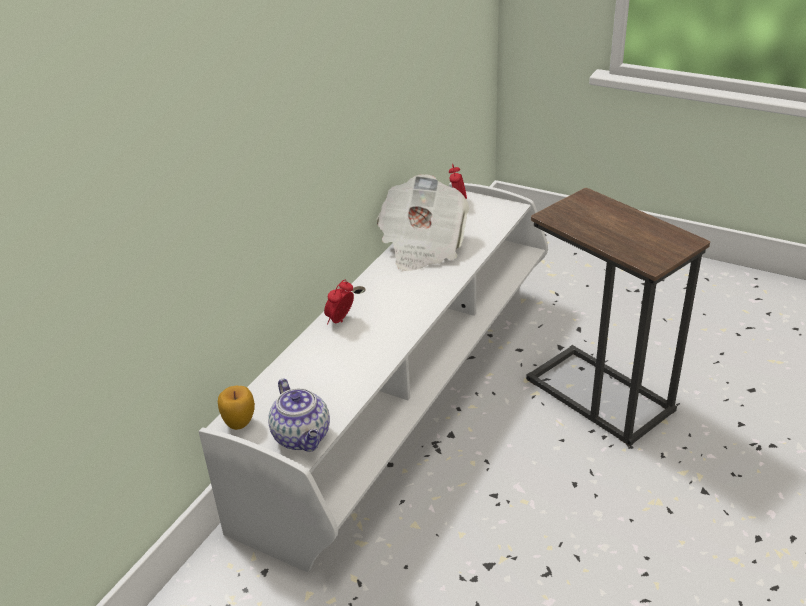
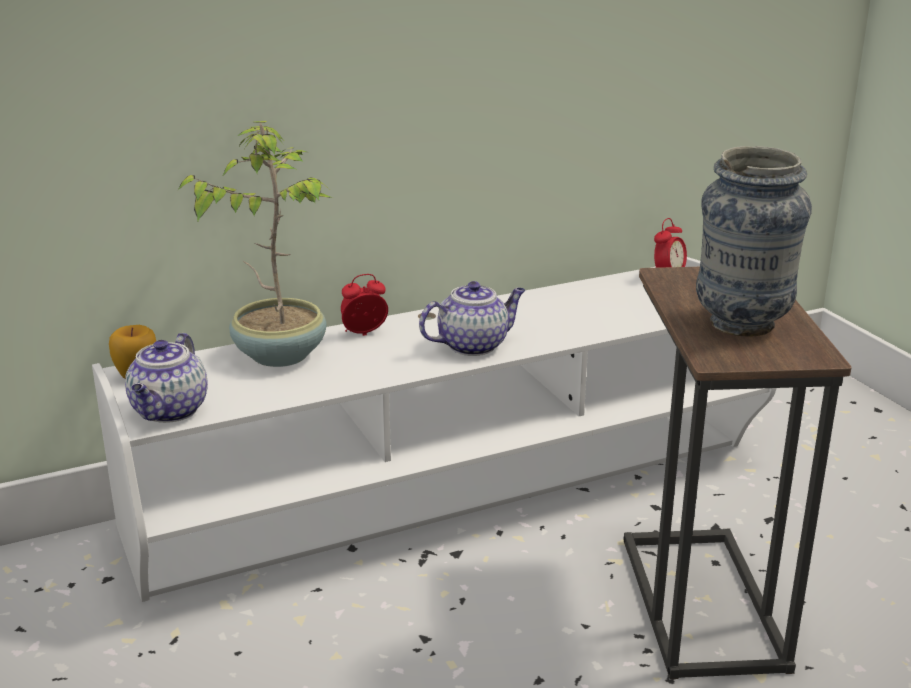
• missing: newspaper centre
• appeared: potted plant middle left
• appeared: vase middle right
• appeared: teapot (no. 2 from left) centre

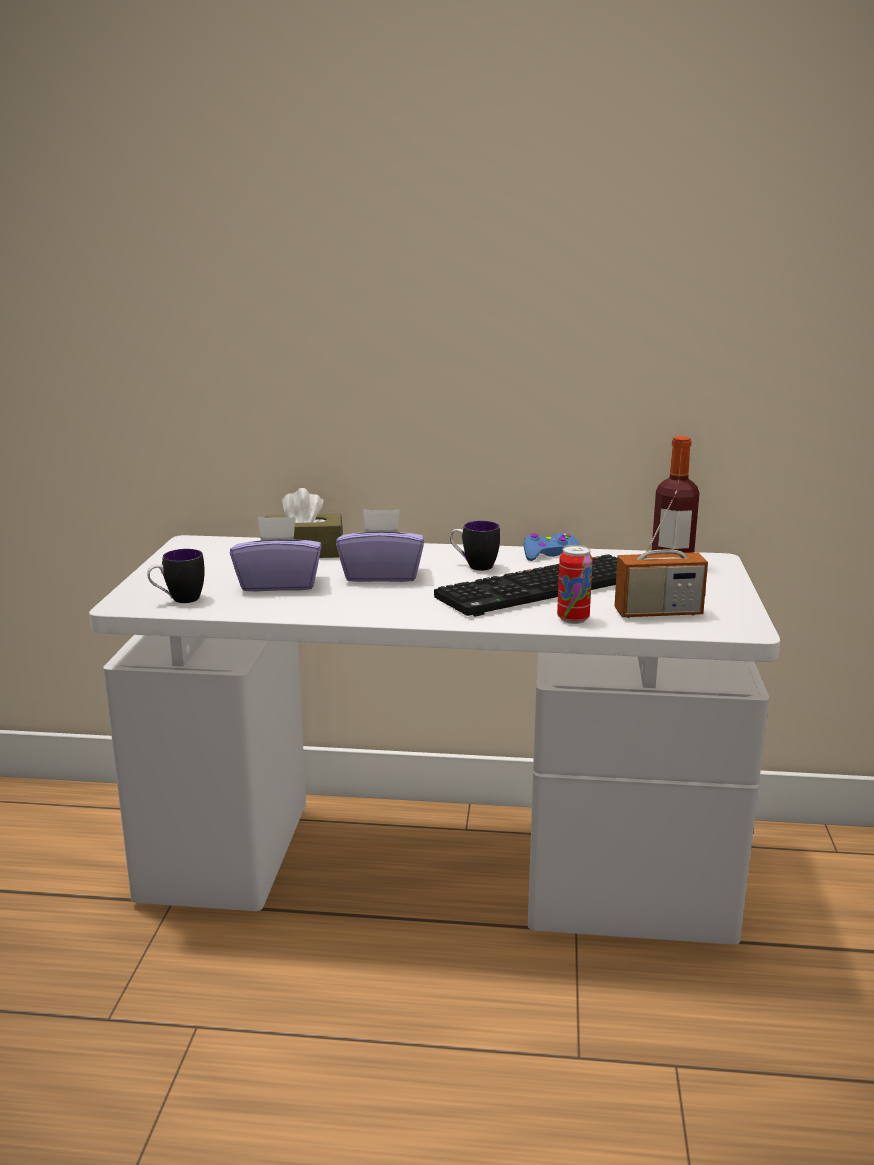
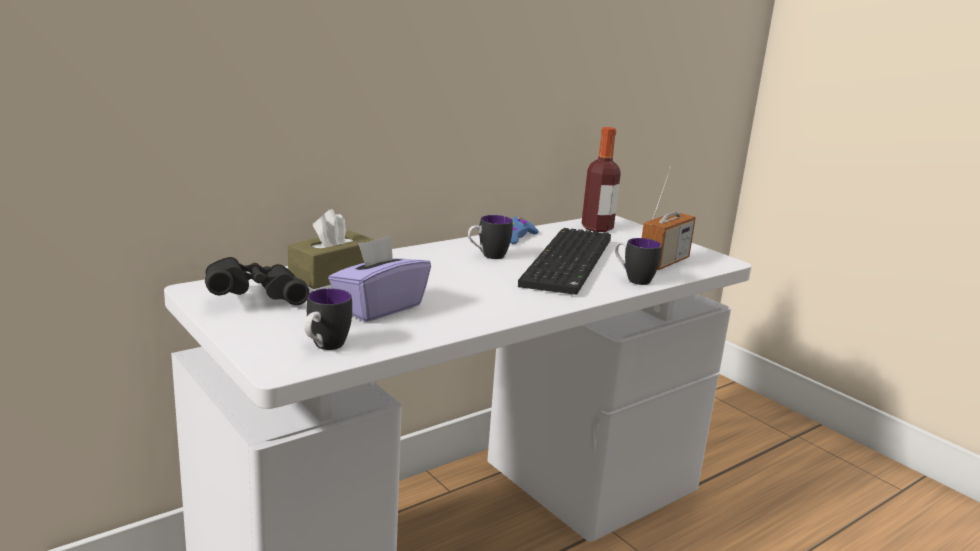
• missing: purple tissue box (no. 2 from left) centre
• exchanged: can centre to mug (no. 3 from left) centre
• appeared: black binoculars middle left

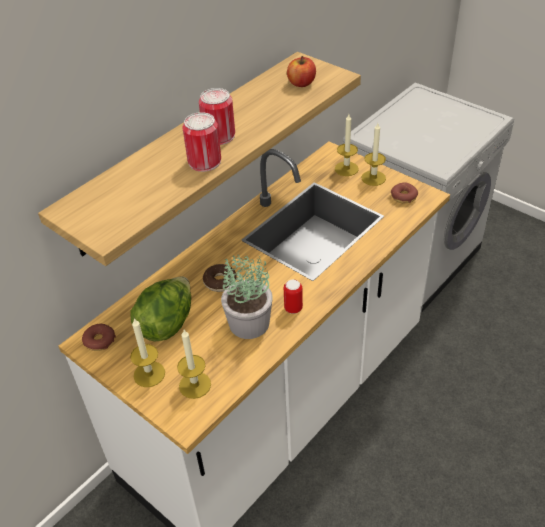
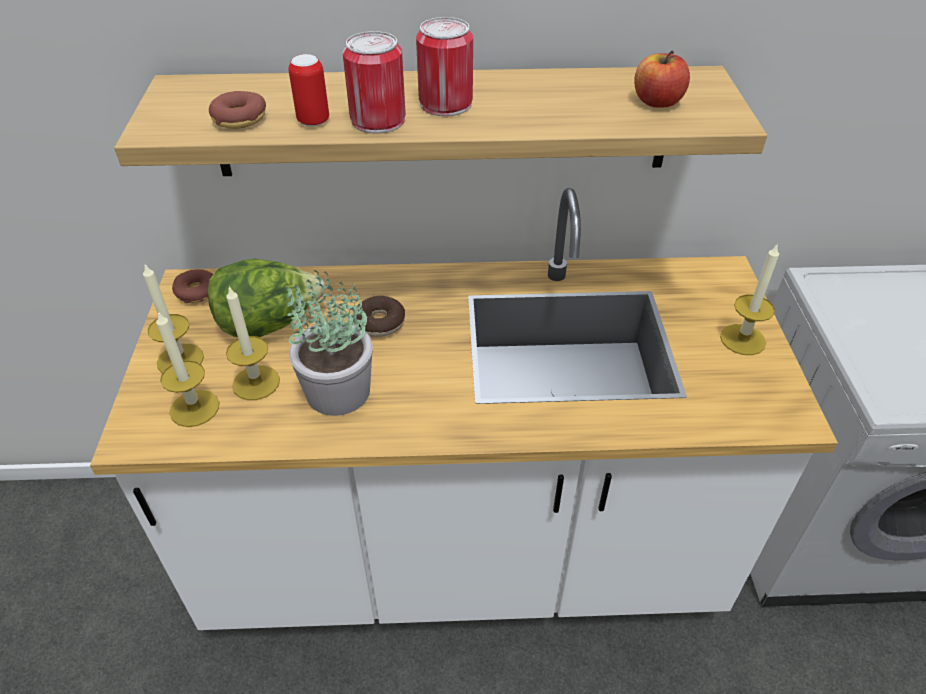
• relocated: candle (no. 3 from left) top centre to middle left
• relocated: donut (no. 3 from left in the first image) middle right to donut (no. 2 from left) top left
• relocated: can (no. 3 from left in the first image) centre to can (no. 1 from left) top left

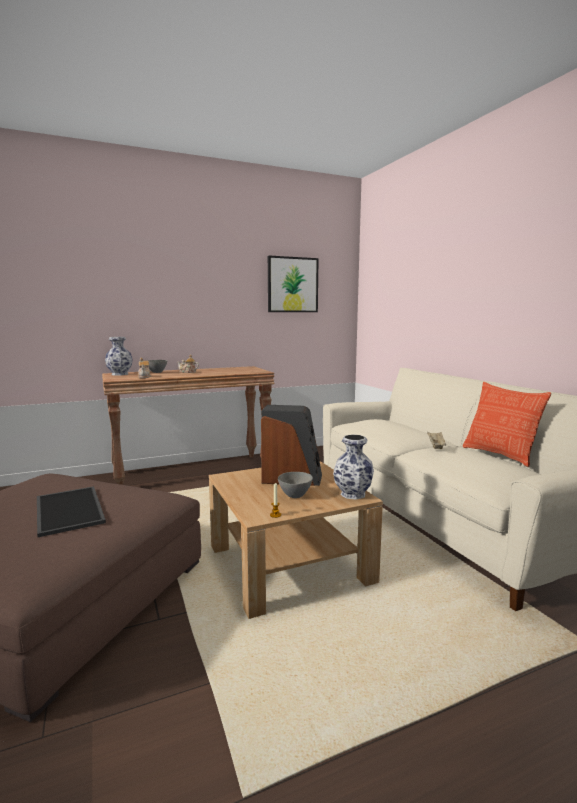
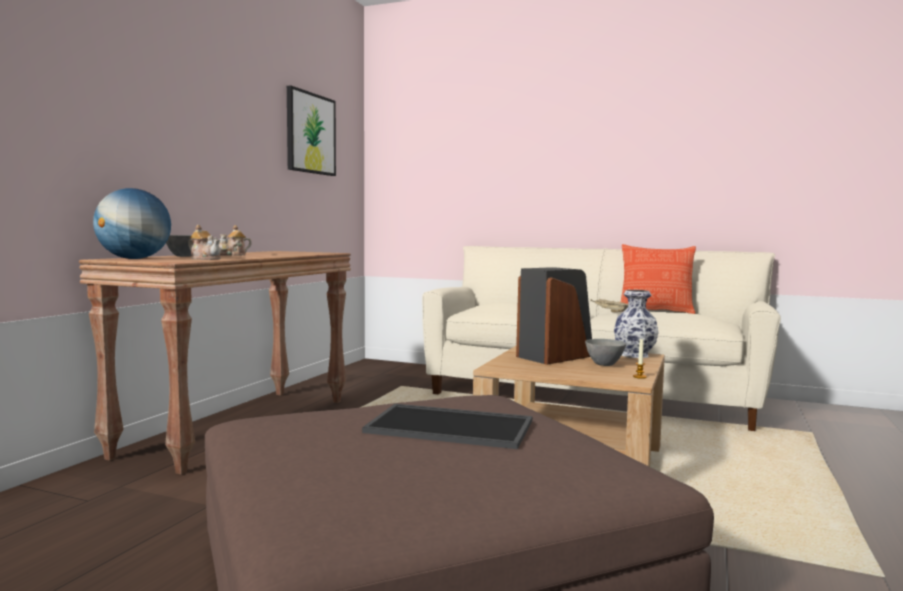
• exchanged: vase (no. 1 from left) middle left to globe middle left

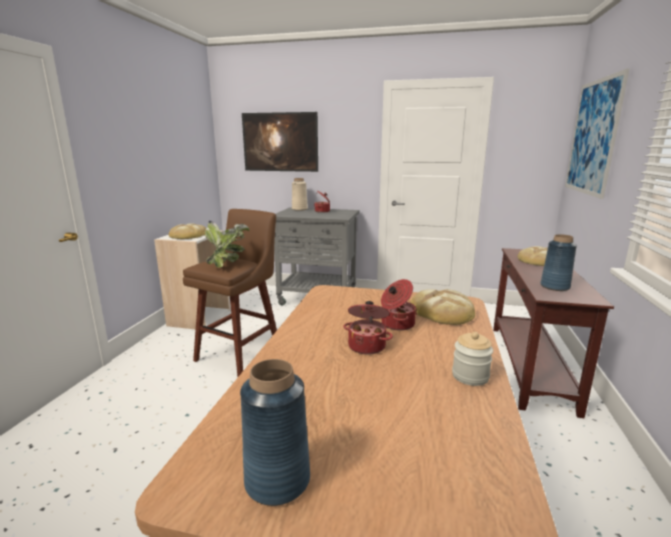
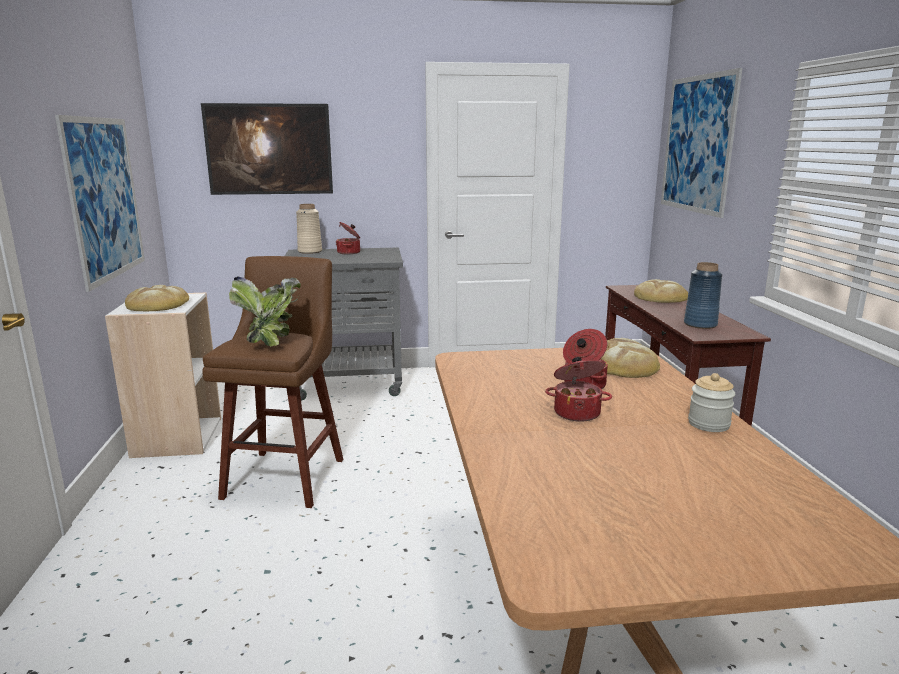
• missing: blue vase (no. 1 from left) bottom centre
• appeared: picture (no. 1 from left) top left

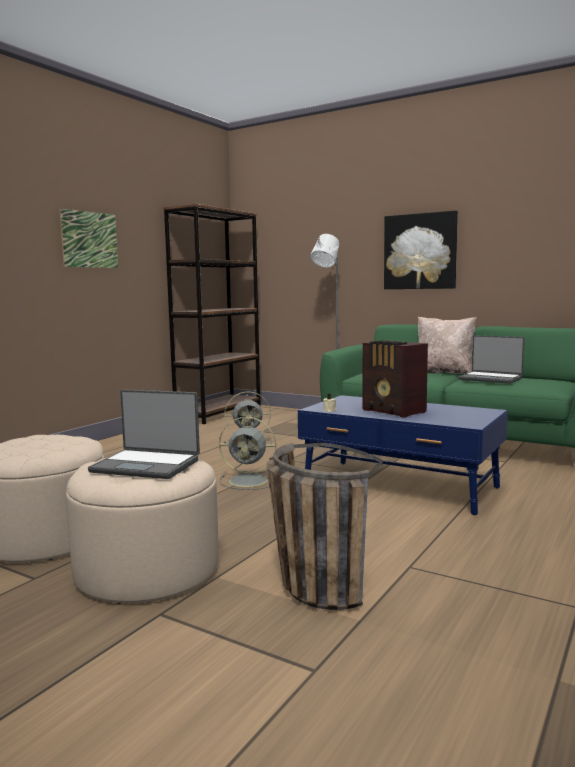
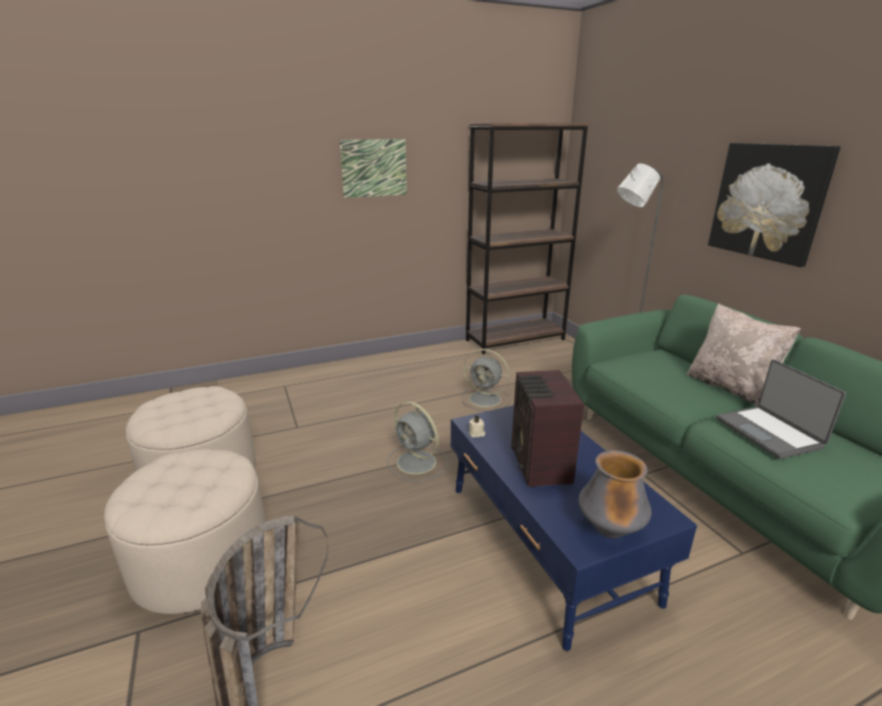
• missing: laptop (no. 1 from left) middle left
• appeared: vase bottom right

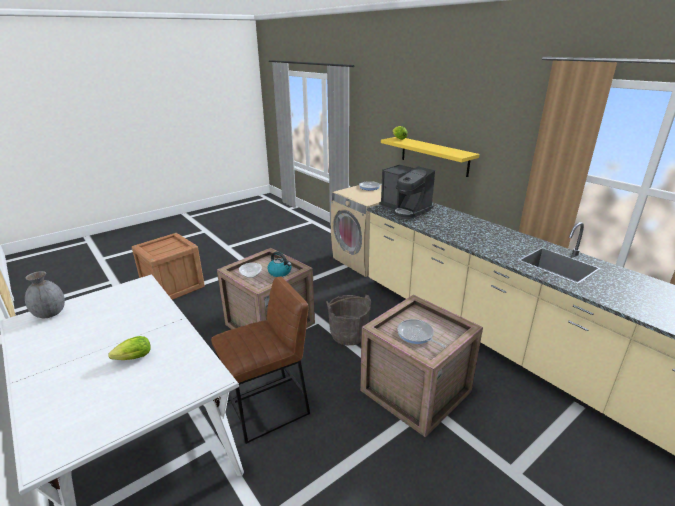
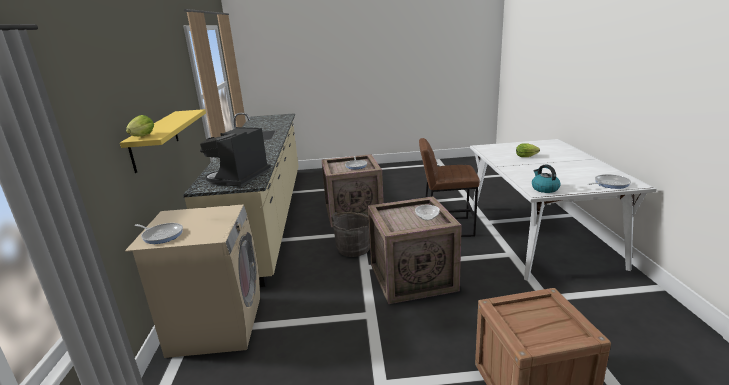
• spun: coffee machine centre = middle left 150 degrees counterclockwise
• relocated: kettle centre to middle right
• exchanged: grey vase middle left to frying pan (no. 3 from left) middle right

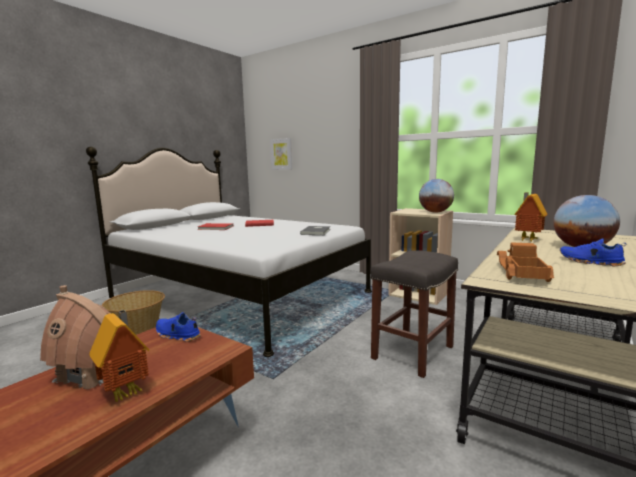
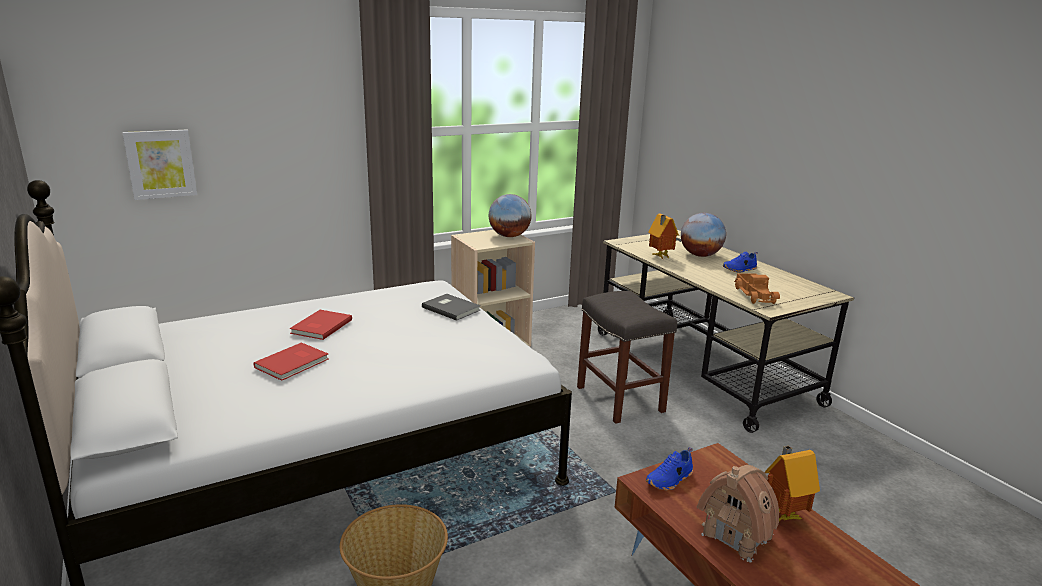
• spun: toy truck middle right = middle right 135 degrees counterclockwise

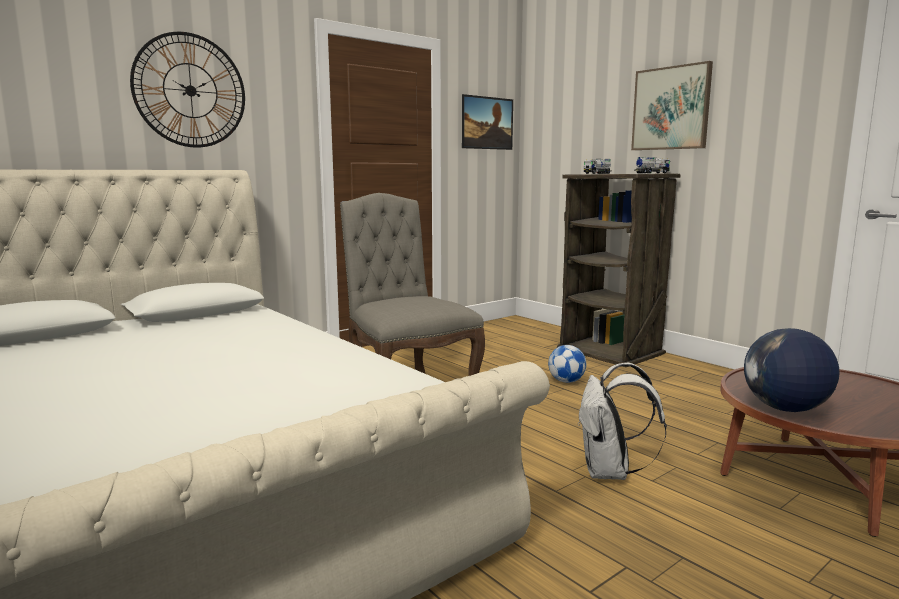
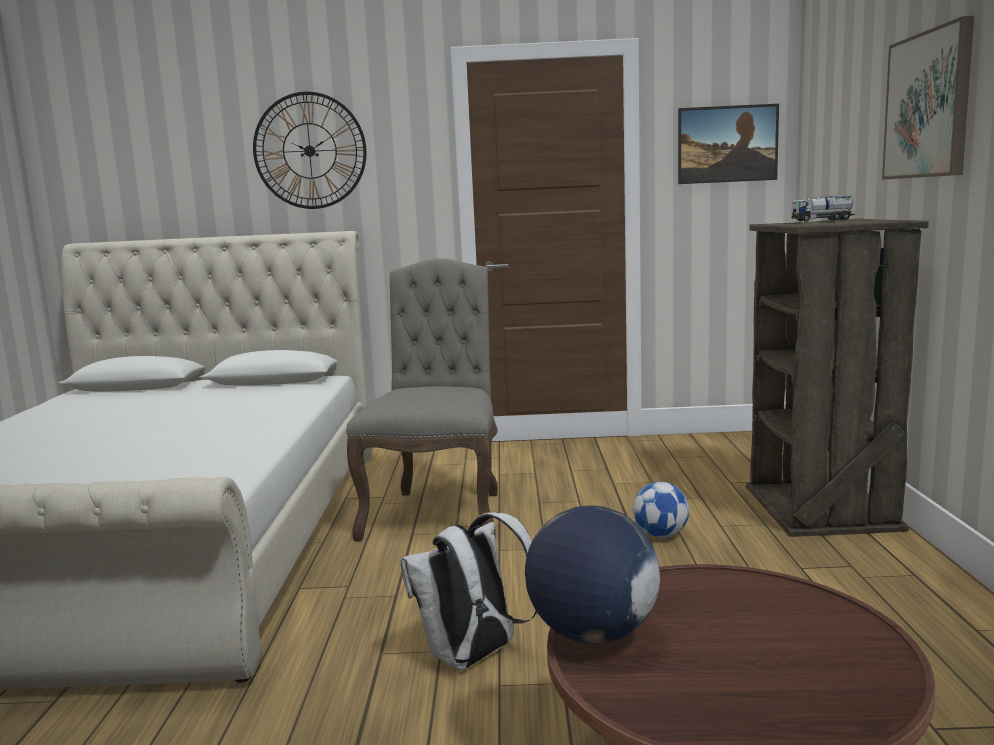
• missing: toy truck (no. 2 from left) top right

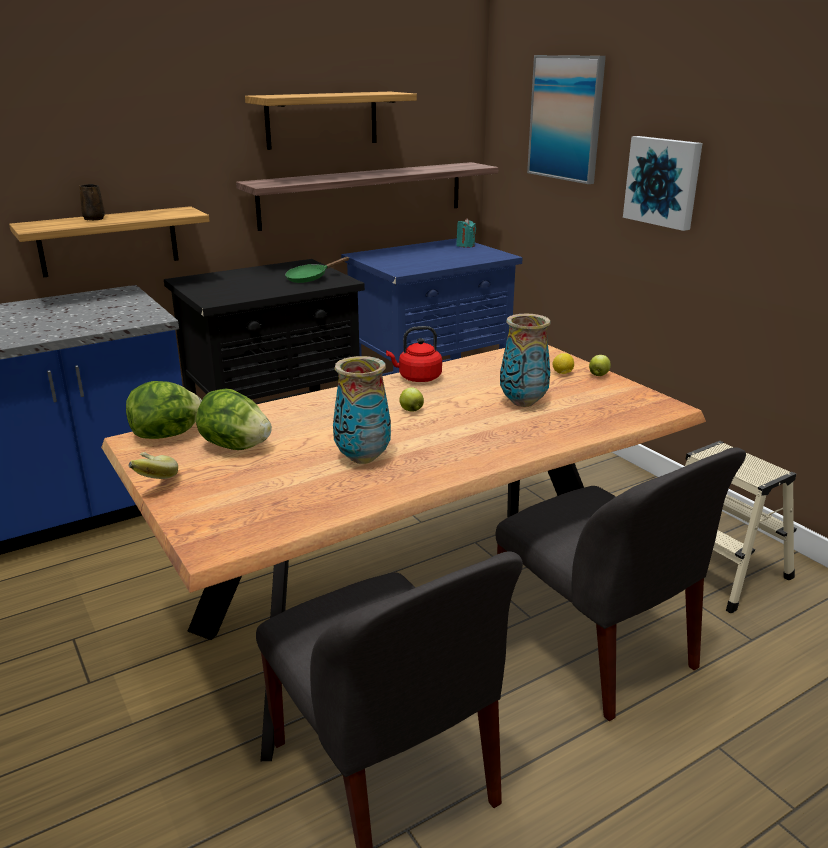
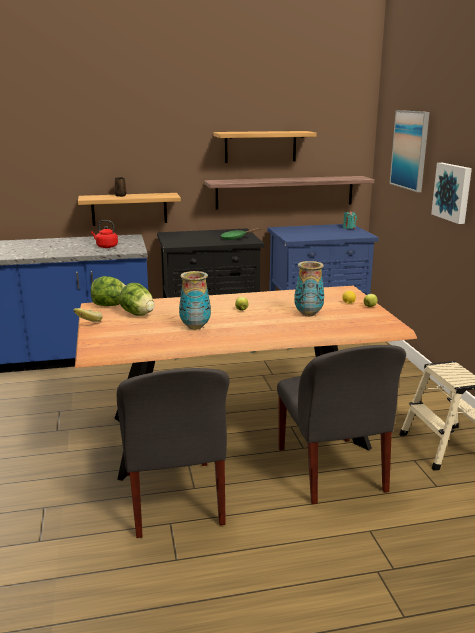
• relocated: red kettle centre to middle left

